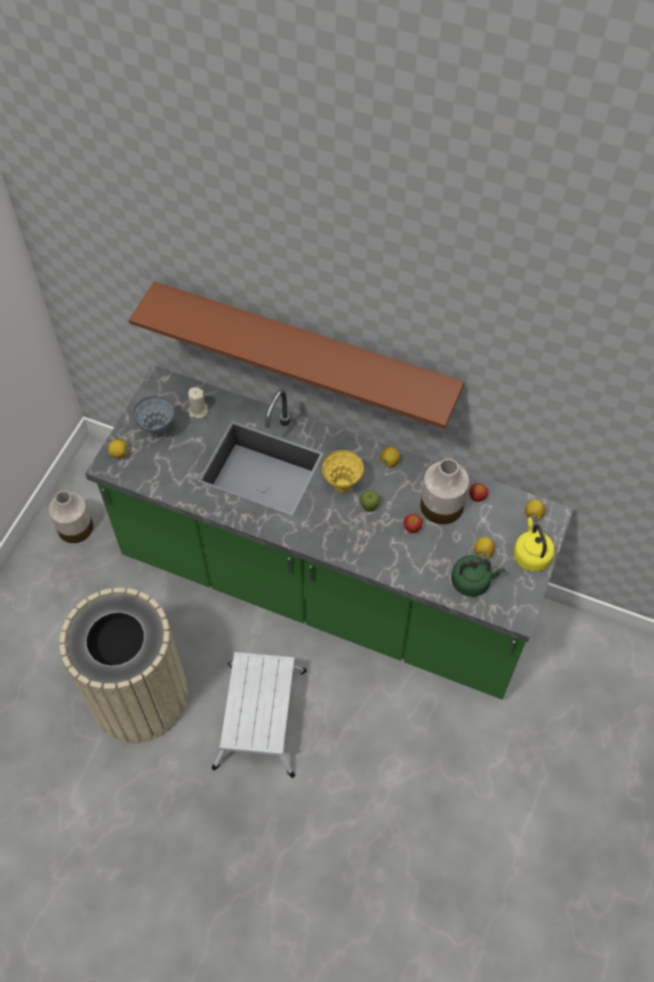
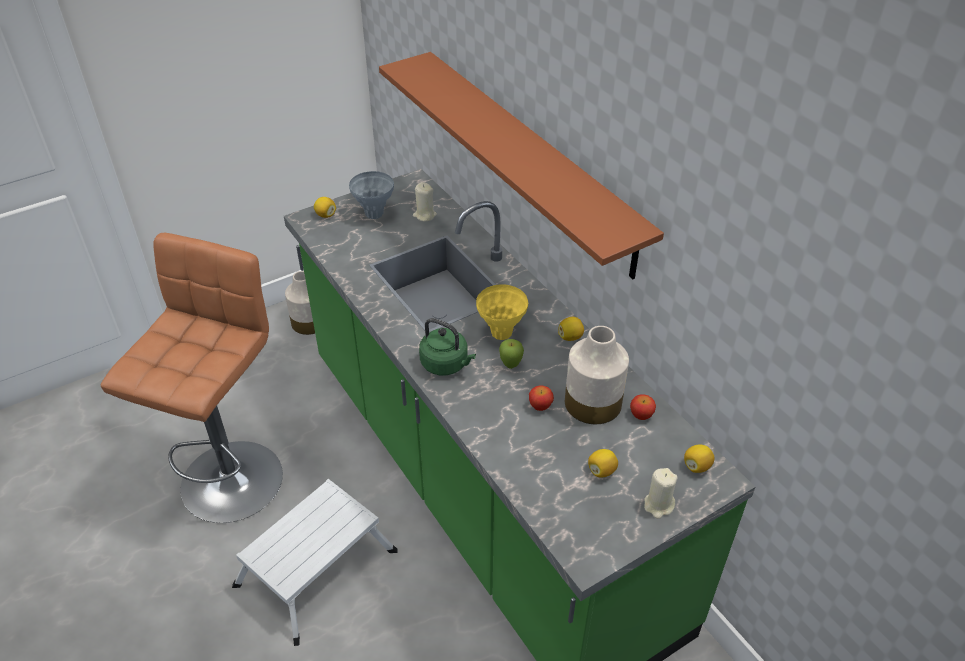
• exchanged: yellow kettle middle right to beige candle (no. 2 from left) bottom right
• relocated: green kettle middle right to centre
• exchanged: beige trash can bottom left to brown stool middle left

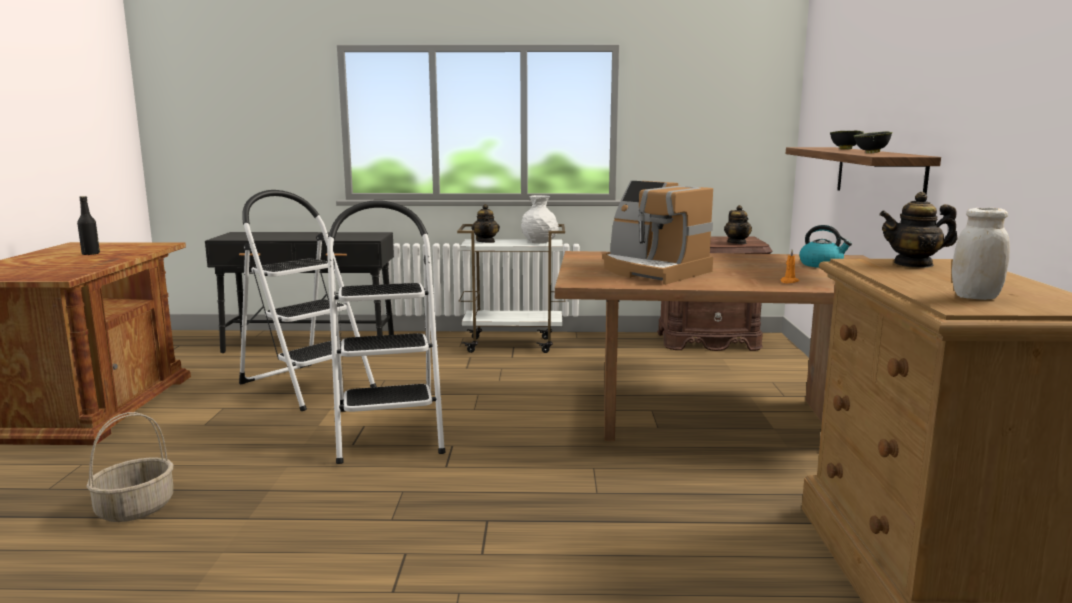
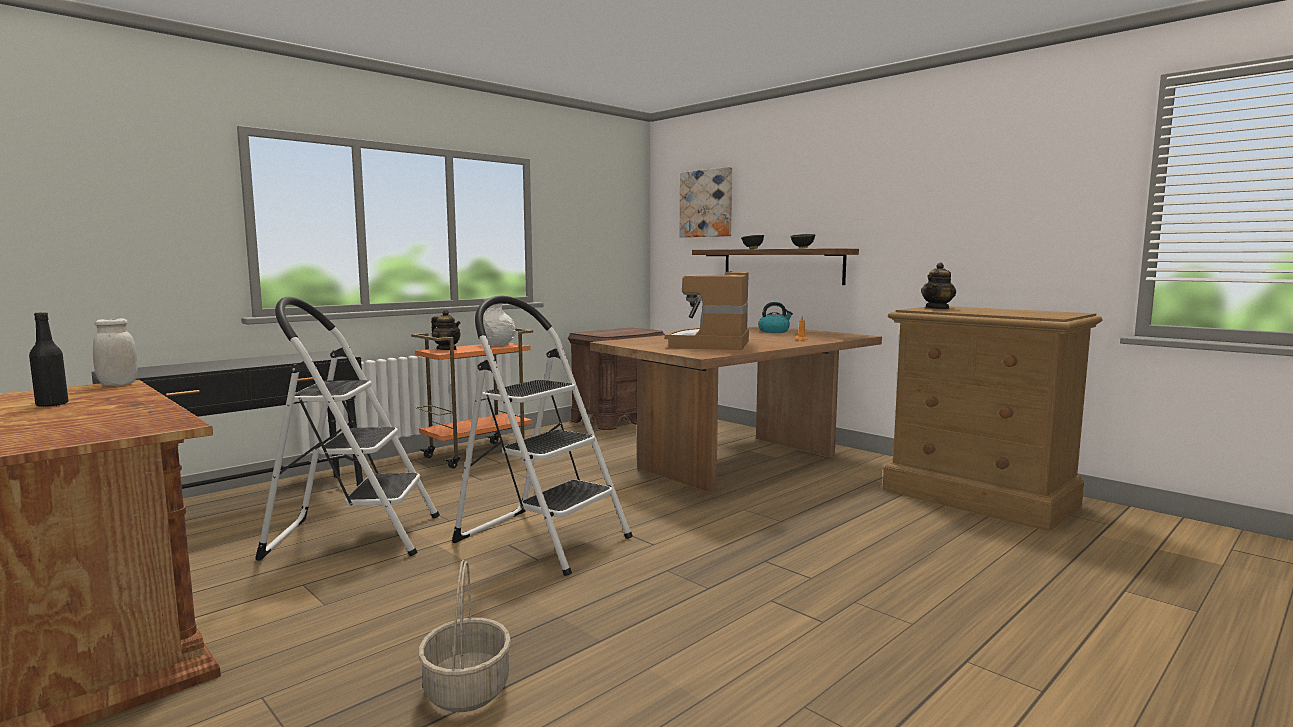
• spun: coffee machine centre = centre 105 degrees clockwise
• missing: teapot (no. 2 from left) middle right
• relocated: white jar middle right to middle left
• colour: white cart centre to orange cart centre
• appeared: picture top centre

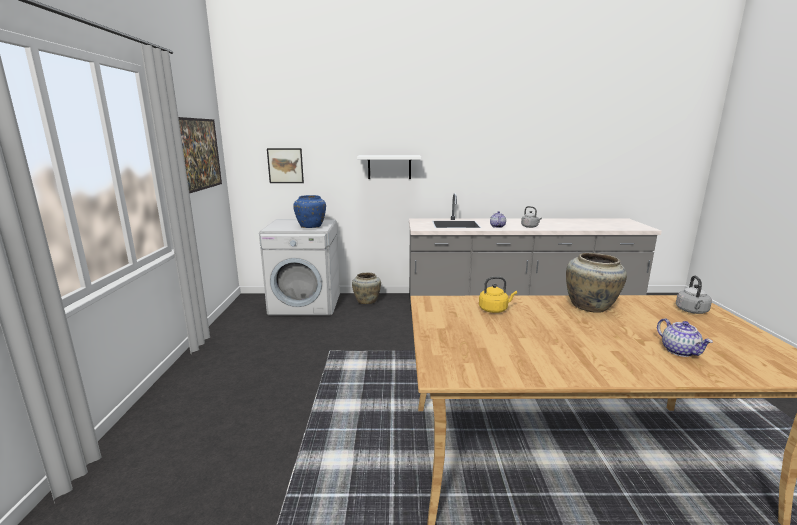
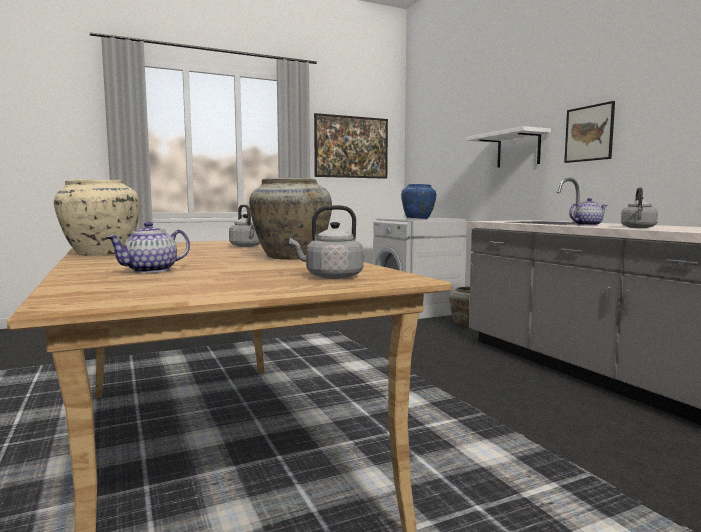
• relocated: picture (no. 2 from left) top centre to top right
• colour: yellow kettle centre to grey kettle (no. 1 from left) centre
• appeared: beige vase (no. 1 from left) middle left

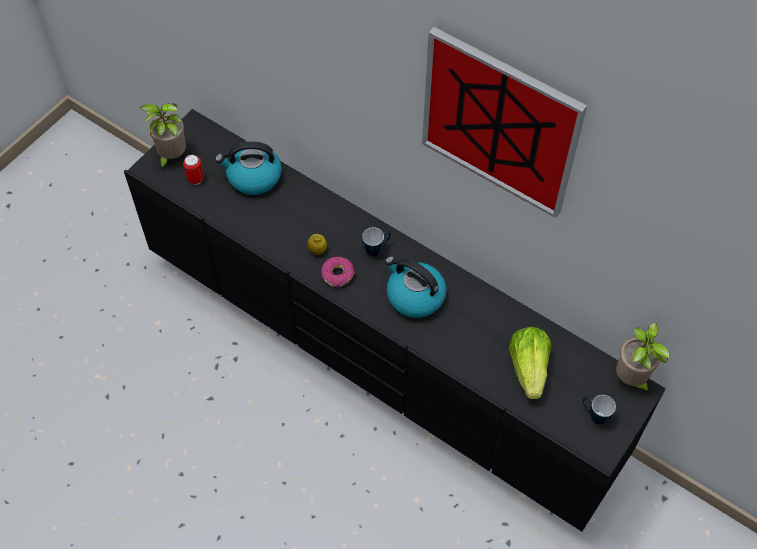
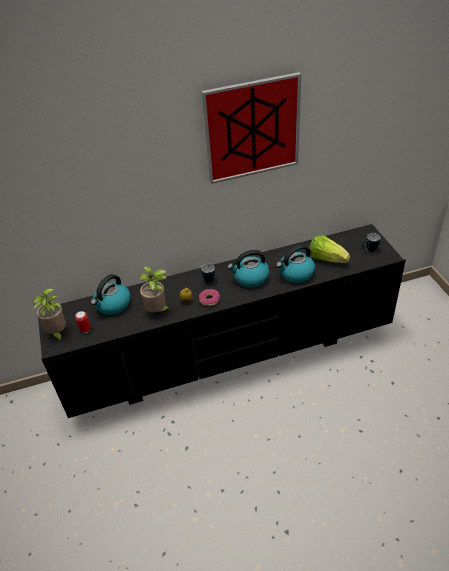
• relocated: potted plant (no. 2 from left) middle right to centre
• appeared: kettle (no. 3 from left) centre

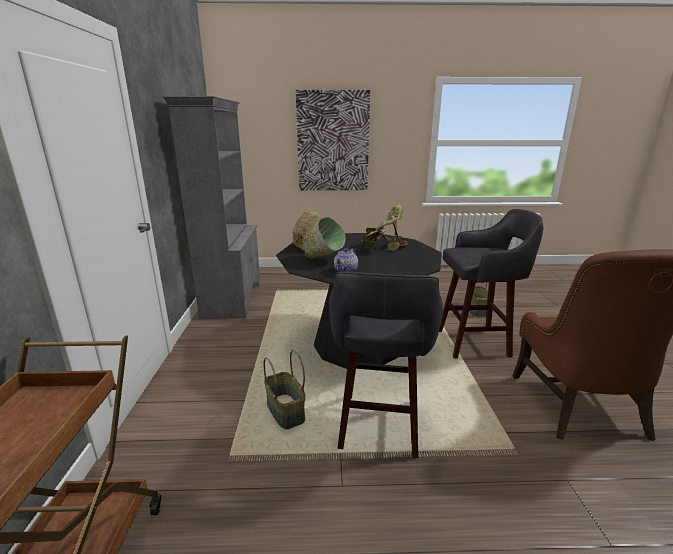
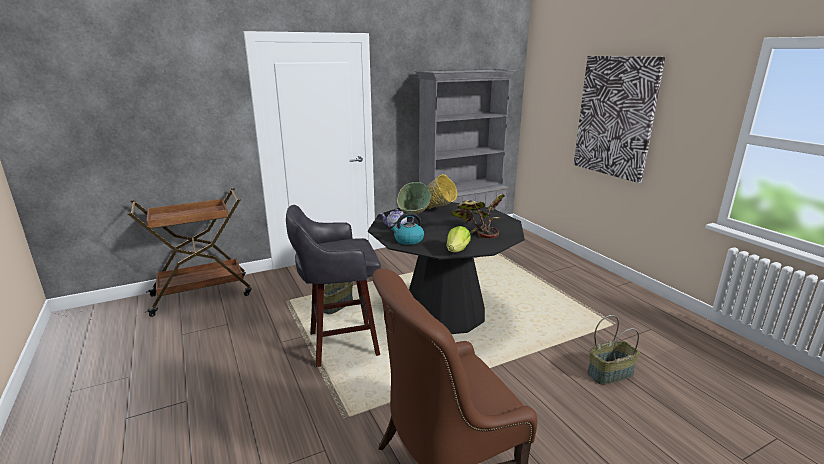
• missing: grey stool (no. 2 from left) middle right
• appeared: kettle centre
• appeared: lettuce centre

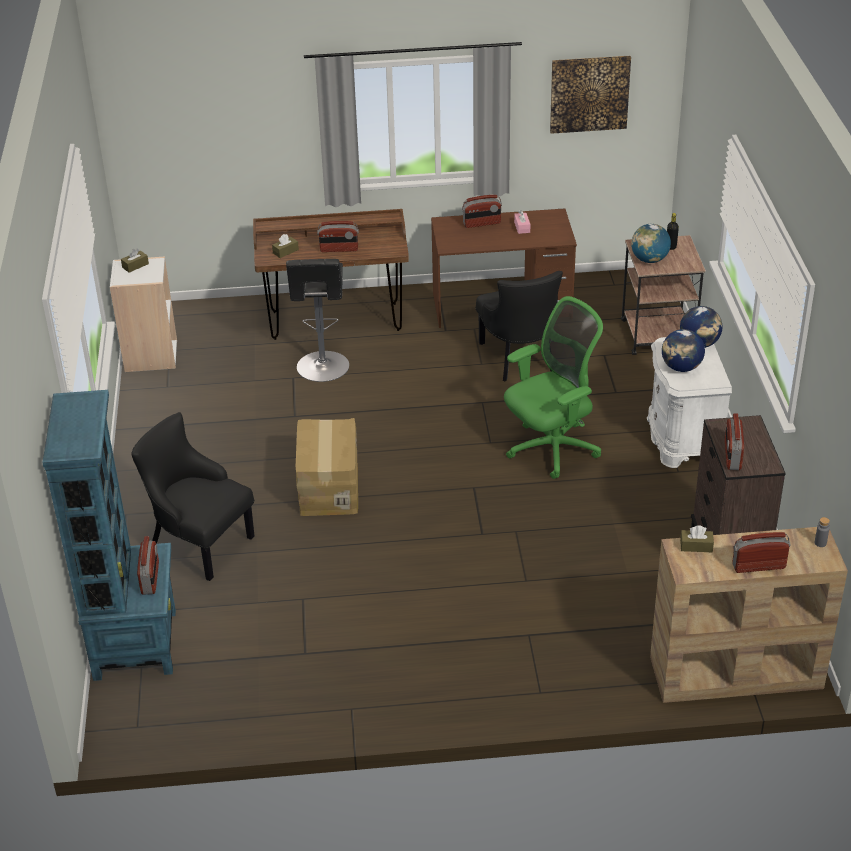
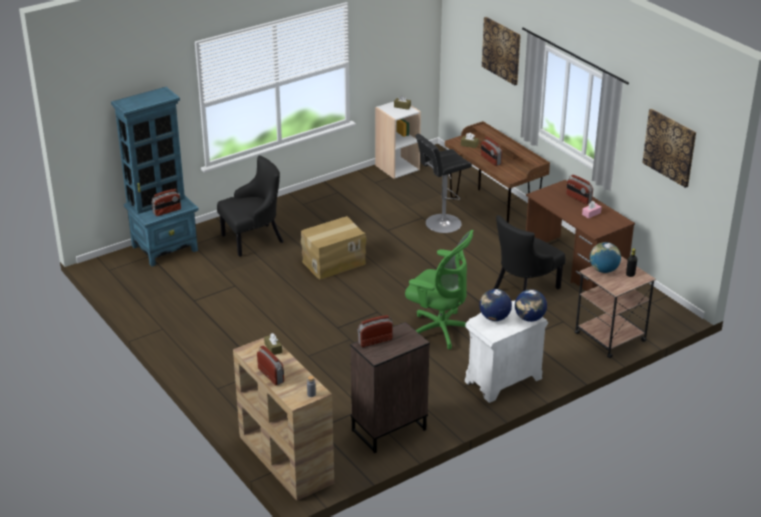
• spun: black chair (no. 1 from left) middle left = middle left 60 degrees clockwise
• appeared: picture (no. 1 from left) top centre

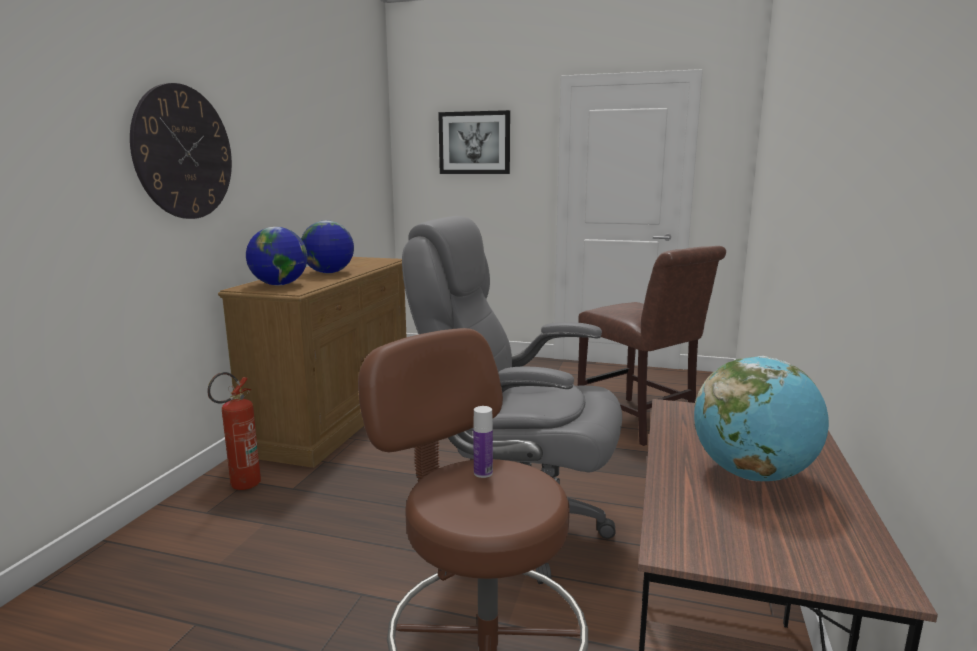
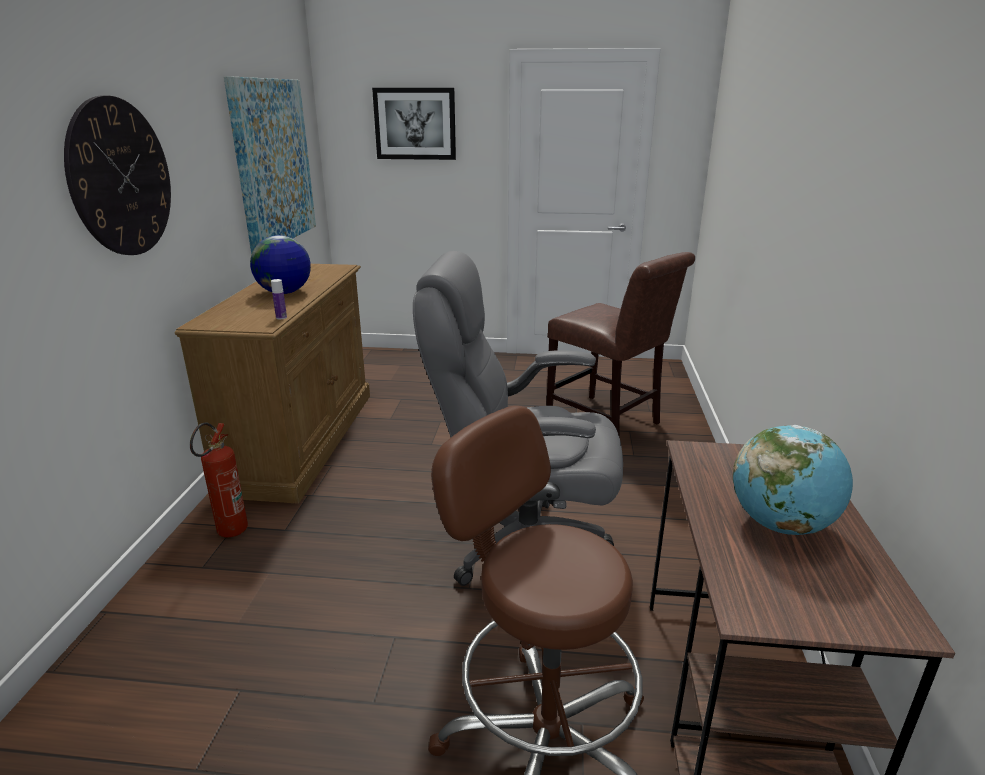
• missing: globe (no. 1 from left) middle left
• relocated: bottle bottom centre to middle left
• appeared: picture (no. 1 from left) top left

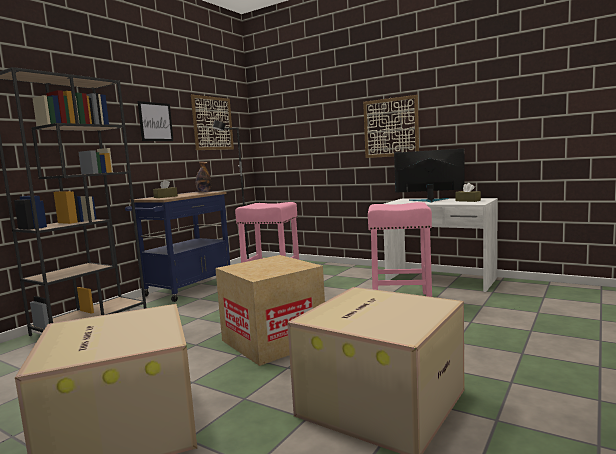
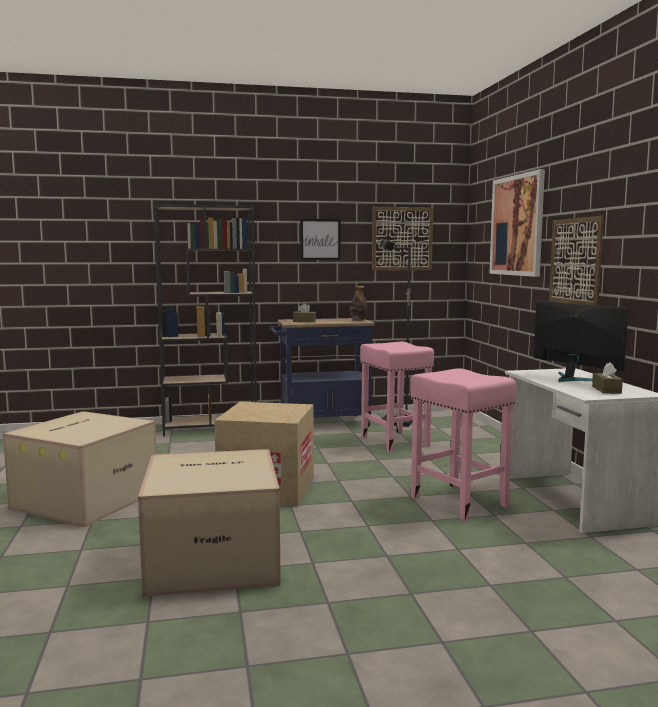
• appeared: picture (no. 3 from left) top right

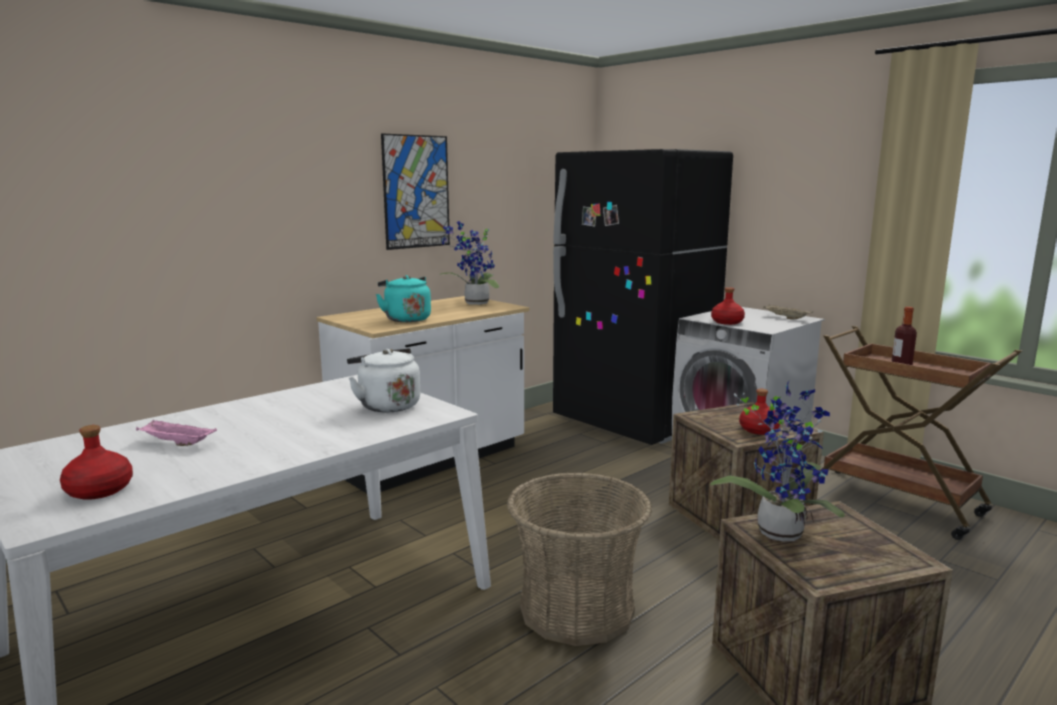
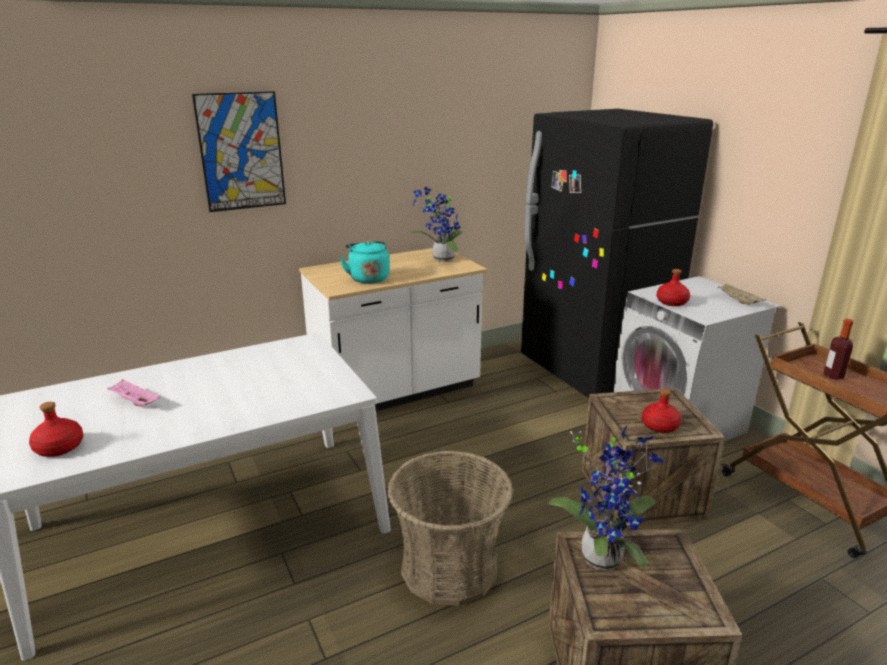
• relocated: picture top centre to top left
• missing: white kettle centre

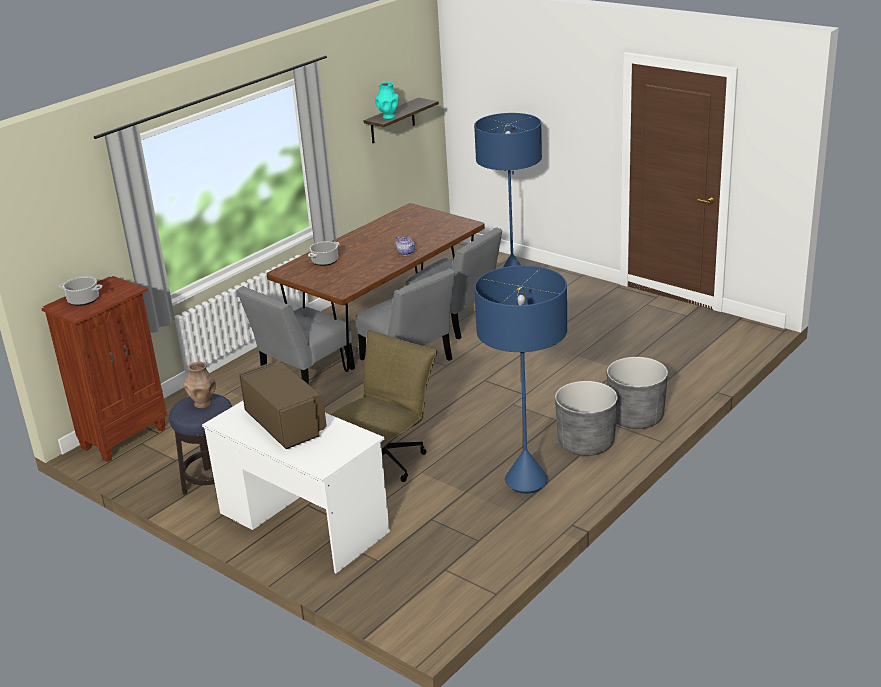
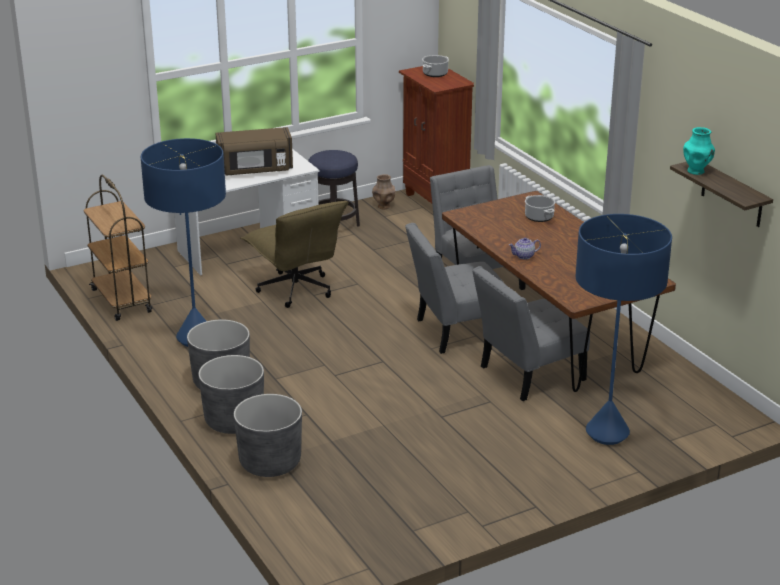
• relocated: brown vase middle left to top centre
• appeared: brown cart middle left
• appeared: grey planter (no. 3 from left) bottom centre

